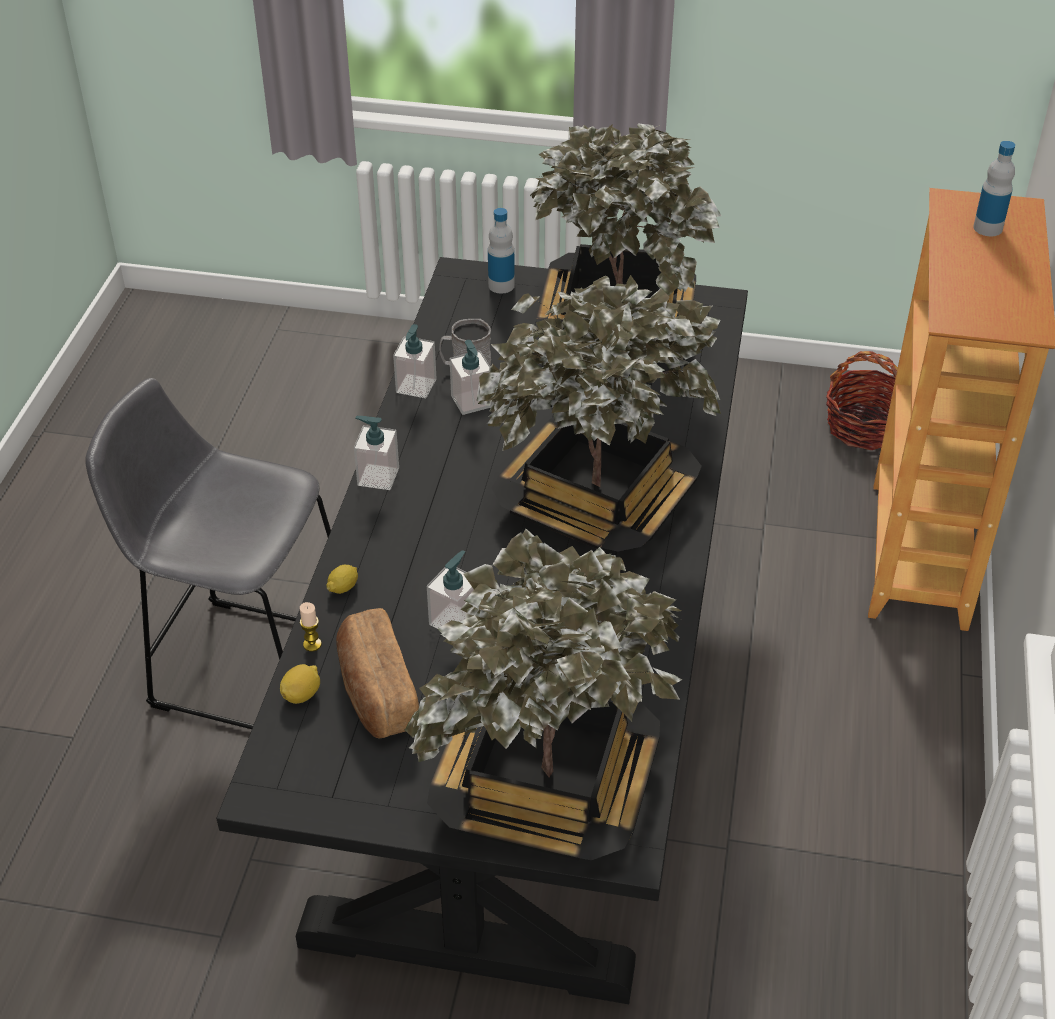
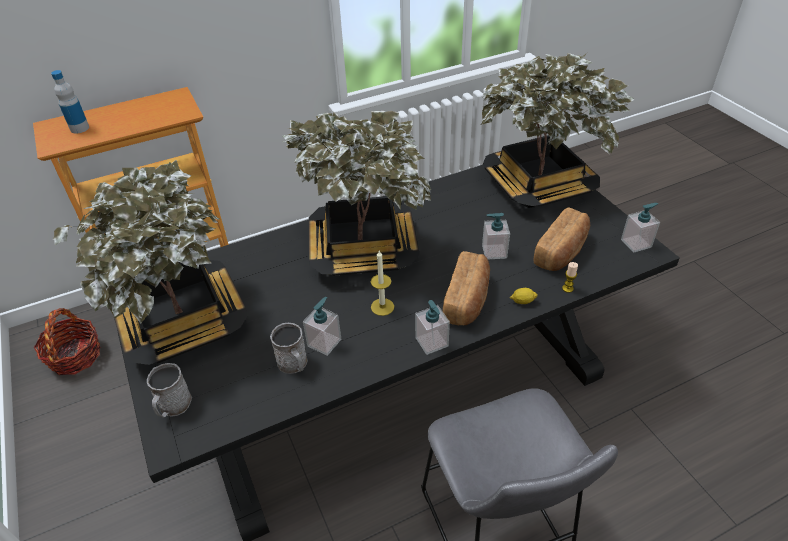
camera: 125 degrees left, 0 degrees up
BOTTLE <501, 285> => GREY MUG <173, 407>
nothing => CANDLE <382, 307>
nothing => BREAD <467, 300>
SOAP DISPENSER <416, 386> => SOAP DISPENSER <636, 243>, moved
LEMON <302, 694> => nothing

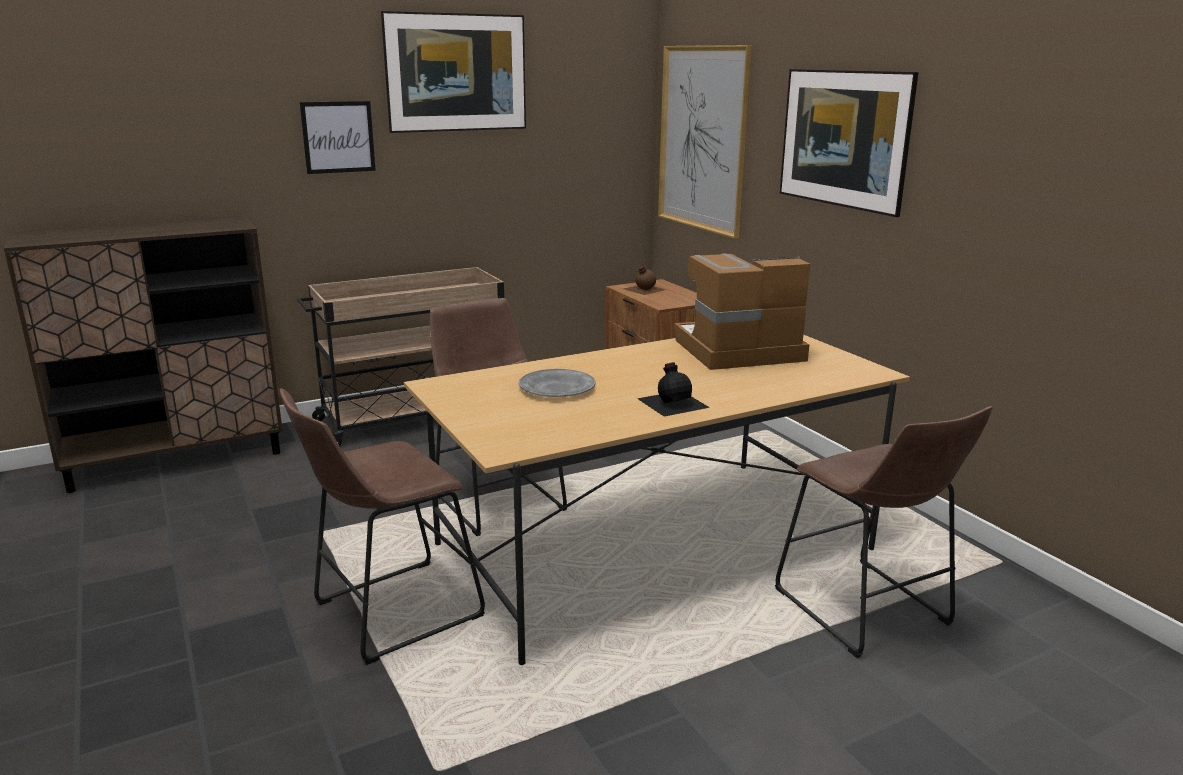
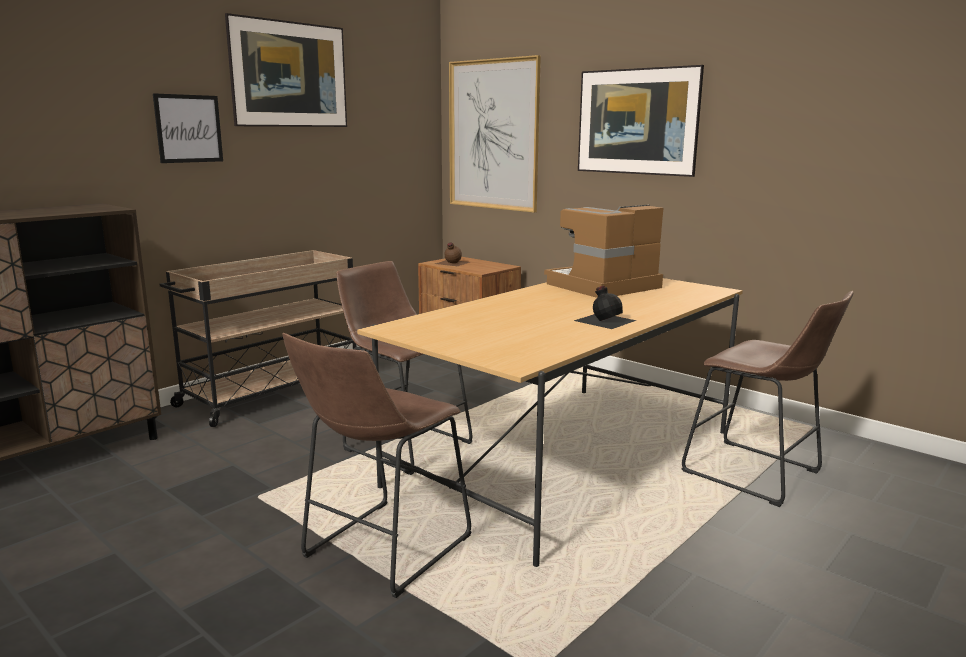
camera: 20 degrees left, 5 degrees down
GREY PLATE <557, 388> => nothing

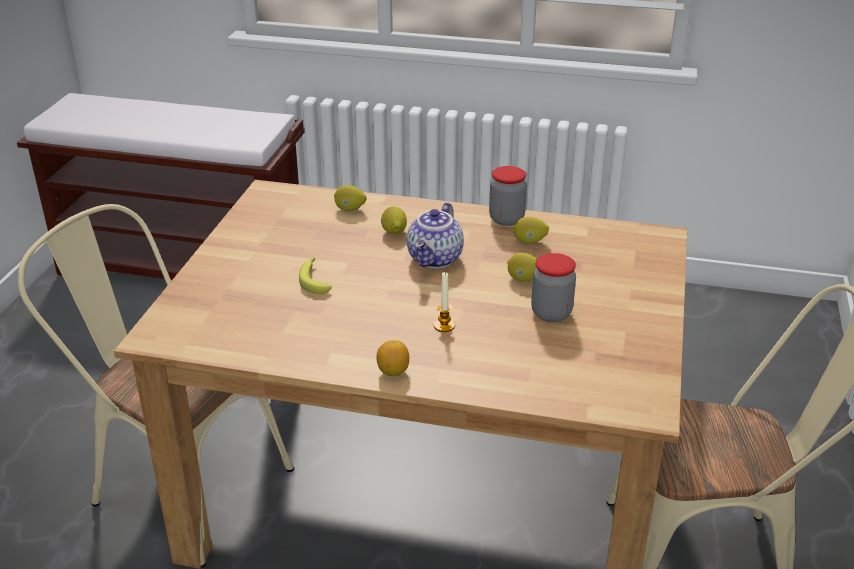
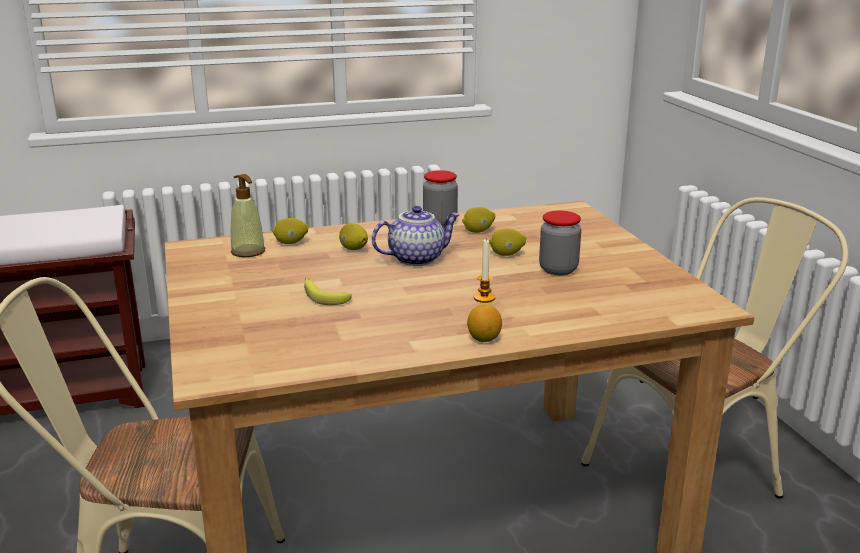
camera: 30 degrees left, 10 degrees down
nothing => SOAP DISPENSER <248, 252>
TEAPOT <436, 259> => TEAPOT <416, 258>, 105 degrees counterclockwise

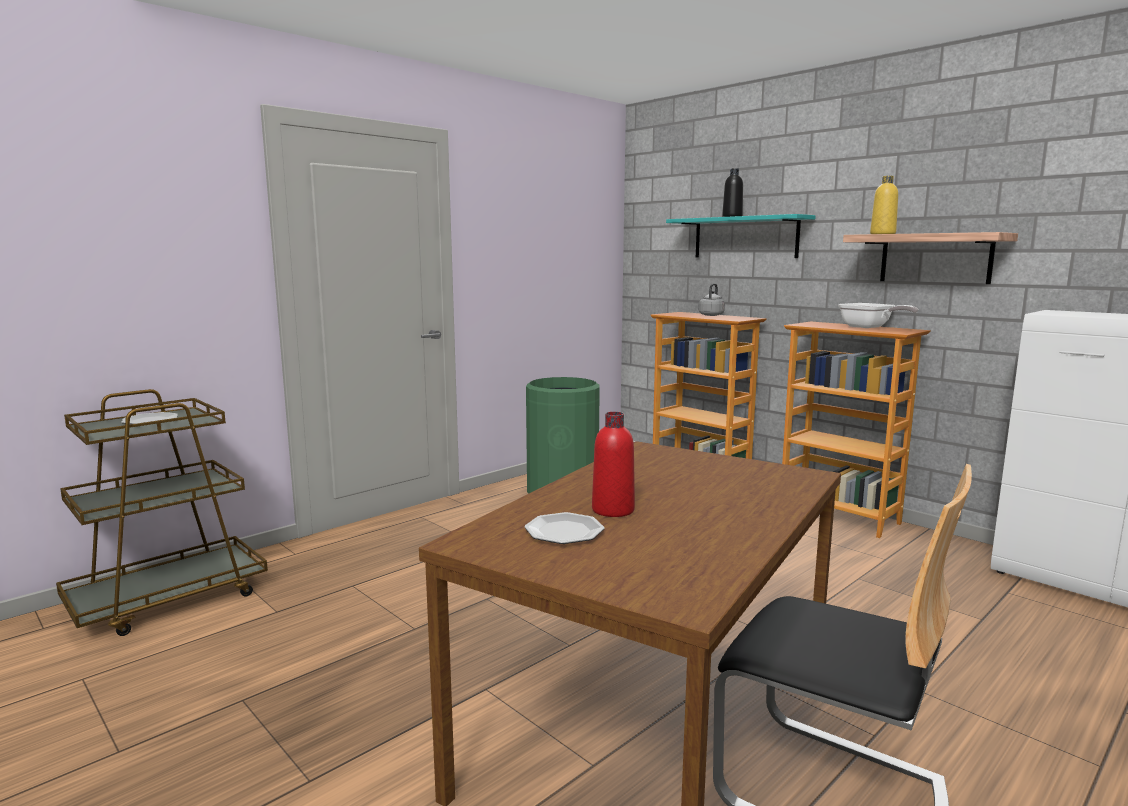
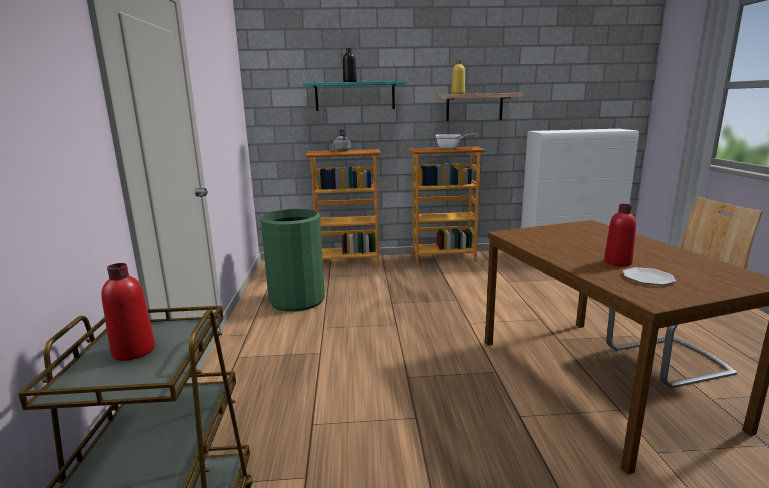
camera: 50 degrees left, 5 degrees up
PLATE <150, 421> => RED BOTTLE <133, 351>

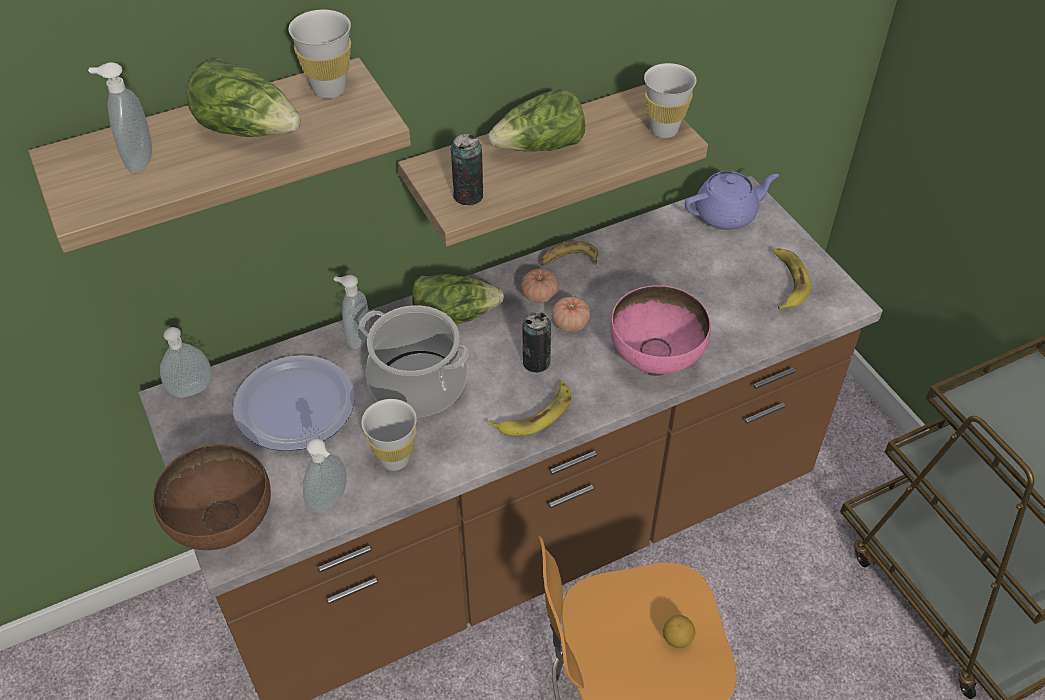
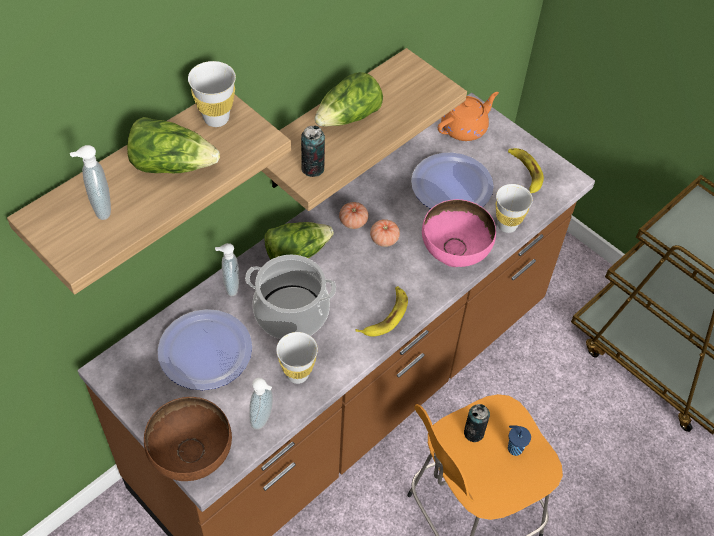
camera: 20 degrees left, 5 degrees up
nothing => PLATE <452, 185>
PURPLE TEAPOT <726, 215> => ORANGE TEAPOT <465, 128>
CAN <536, 362> => CAN <473, 433>, moved
WHITE CUP <664, 130> => WHITE CUP <507, 225>, moved
LEMON <677, 639> => BLUE CUP <514, 448>
SOAP DISPENSER <193, 392> => nothing
BANANA <568, 260> => nothing

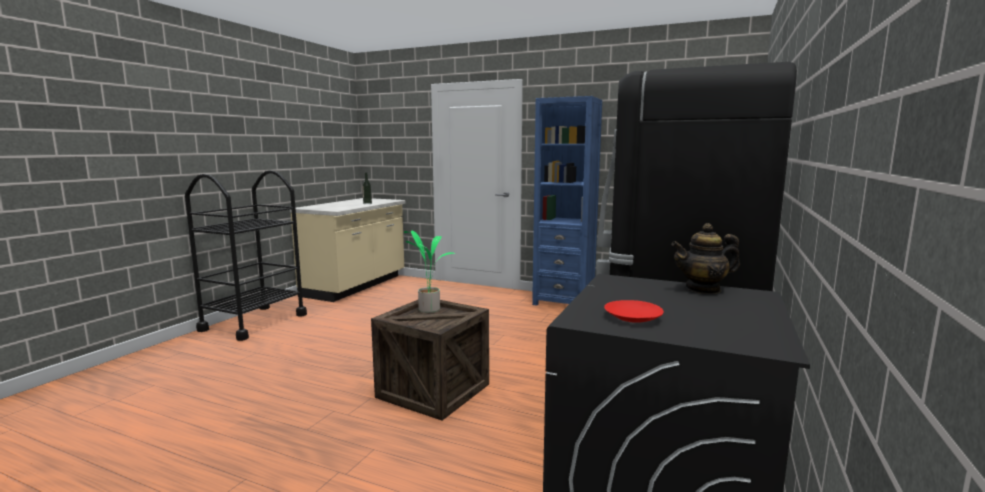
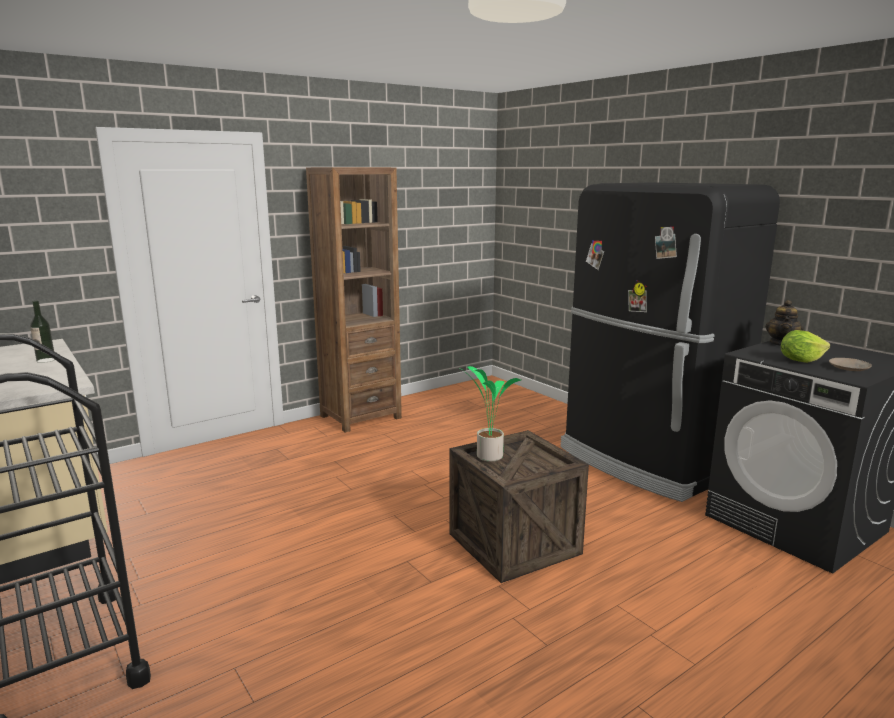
camera: 60 degrees left, 5 degrees up
BLUE BOOKCASE <563, 302> => BROWN BOOKCASE <360, 417>
nothing => LETTUCE <800, 360>
RED PLATE <633, 317> => BEIGE PLATE <849, 368>

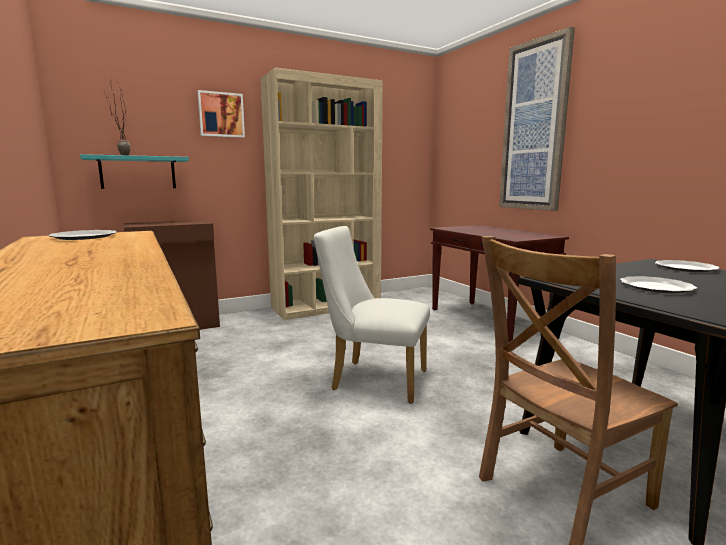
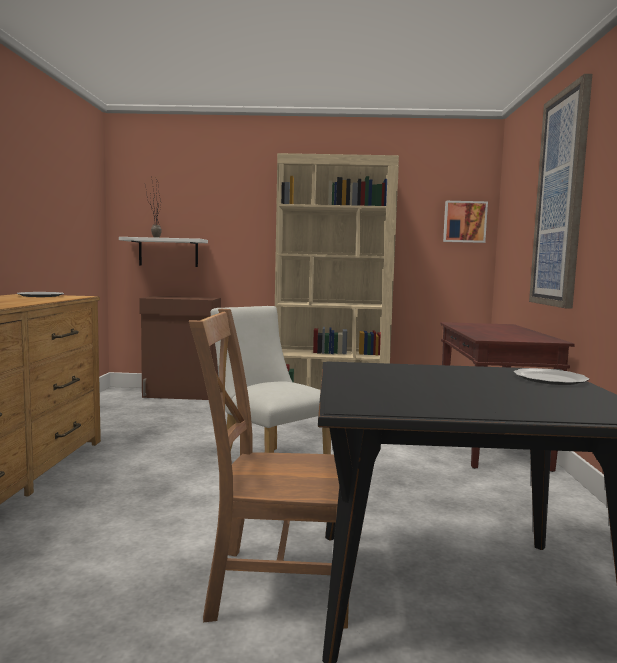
camera: 30 degrees right, 5 degrees down
TURQUOISE SHELF <138, 172> => WHITE SHELF <168, 252>
PICTURE <221, 115> => PICTURE <464, 222>, moved
PLATE <657, 287> => nothing

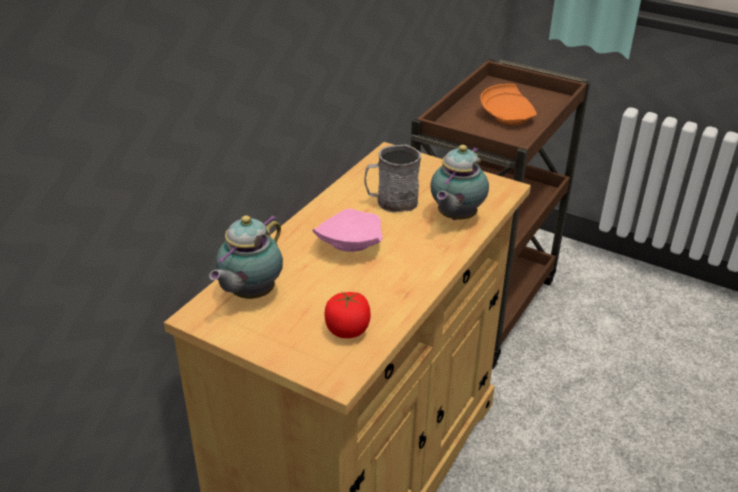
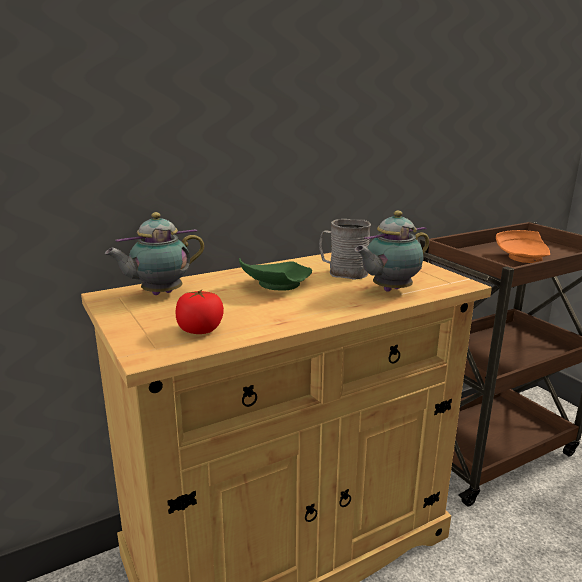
camera: 30 degrees right, 15 degrees down
PINK PLATE <348, 243> => GREEN PLATE <275, 285>

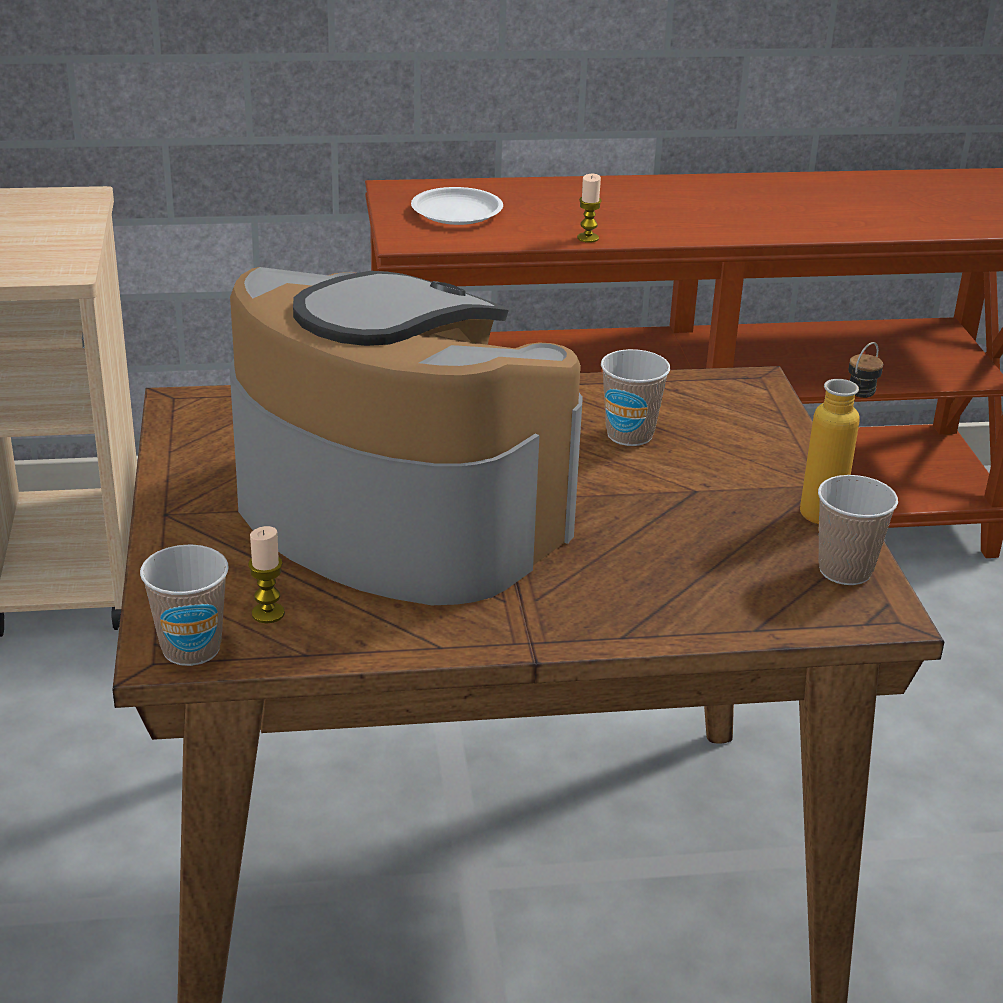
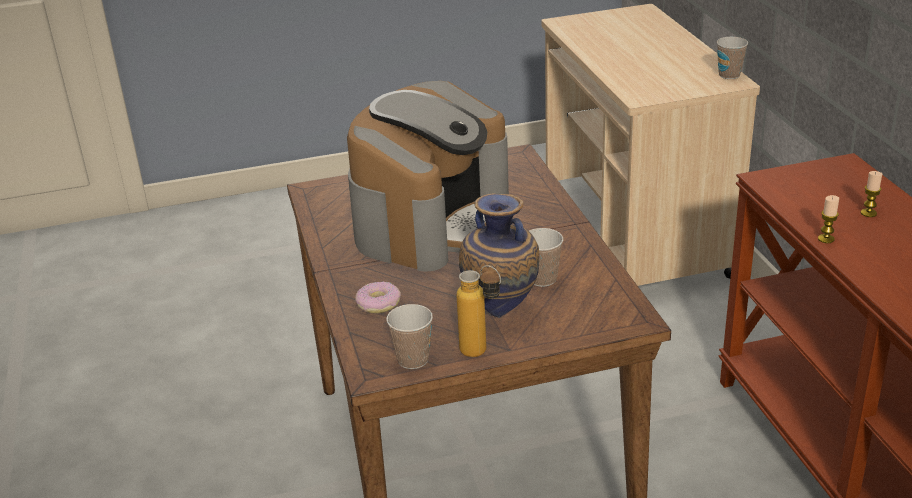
camera: 85 degrees right, 0 degrees up
nothing => DONUT <378, 303>
nothing => VASE <502, 311>
CUP <191, 649> => CUP <729, 75>, moved
CANDLE <268, 613> => CANDLE <868, 213>, moved
WHITE PLATE <457, 212> => nothing

